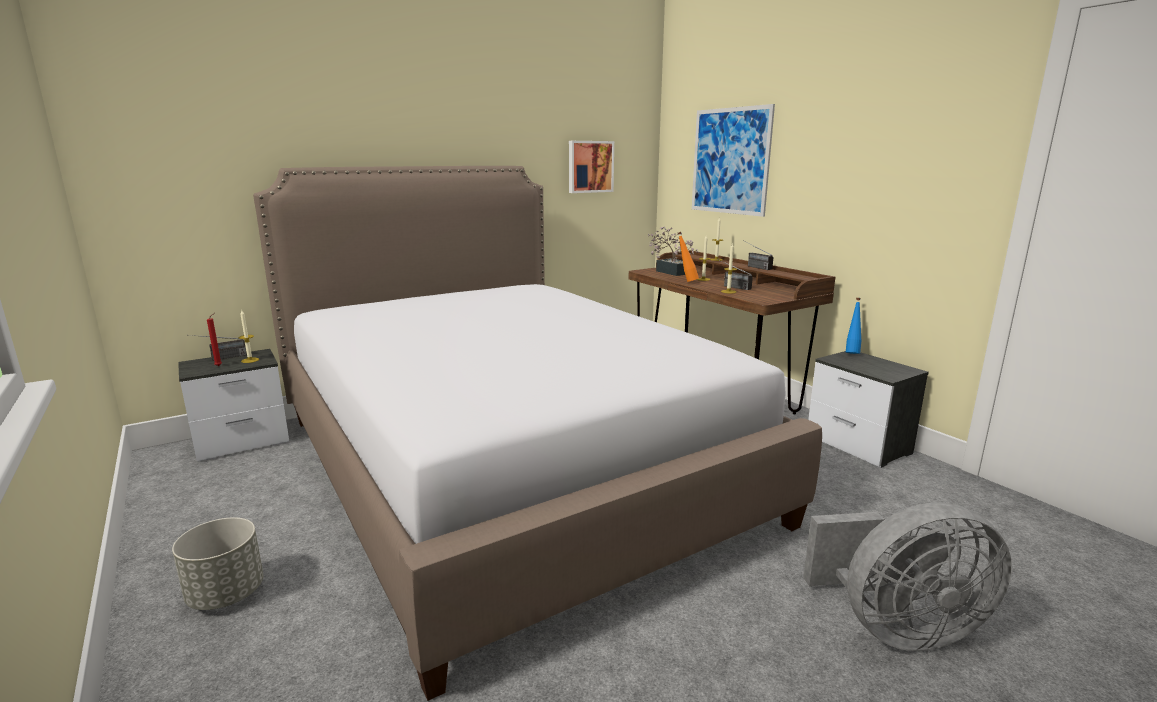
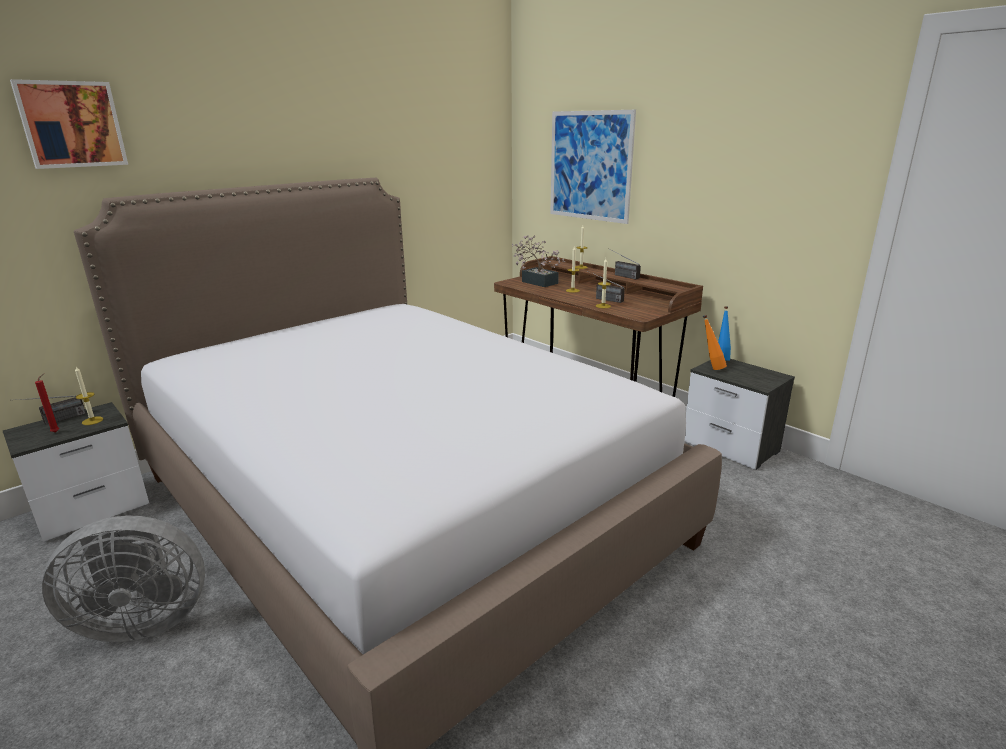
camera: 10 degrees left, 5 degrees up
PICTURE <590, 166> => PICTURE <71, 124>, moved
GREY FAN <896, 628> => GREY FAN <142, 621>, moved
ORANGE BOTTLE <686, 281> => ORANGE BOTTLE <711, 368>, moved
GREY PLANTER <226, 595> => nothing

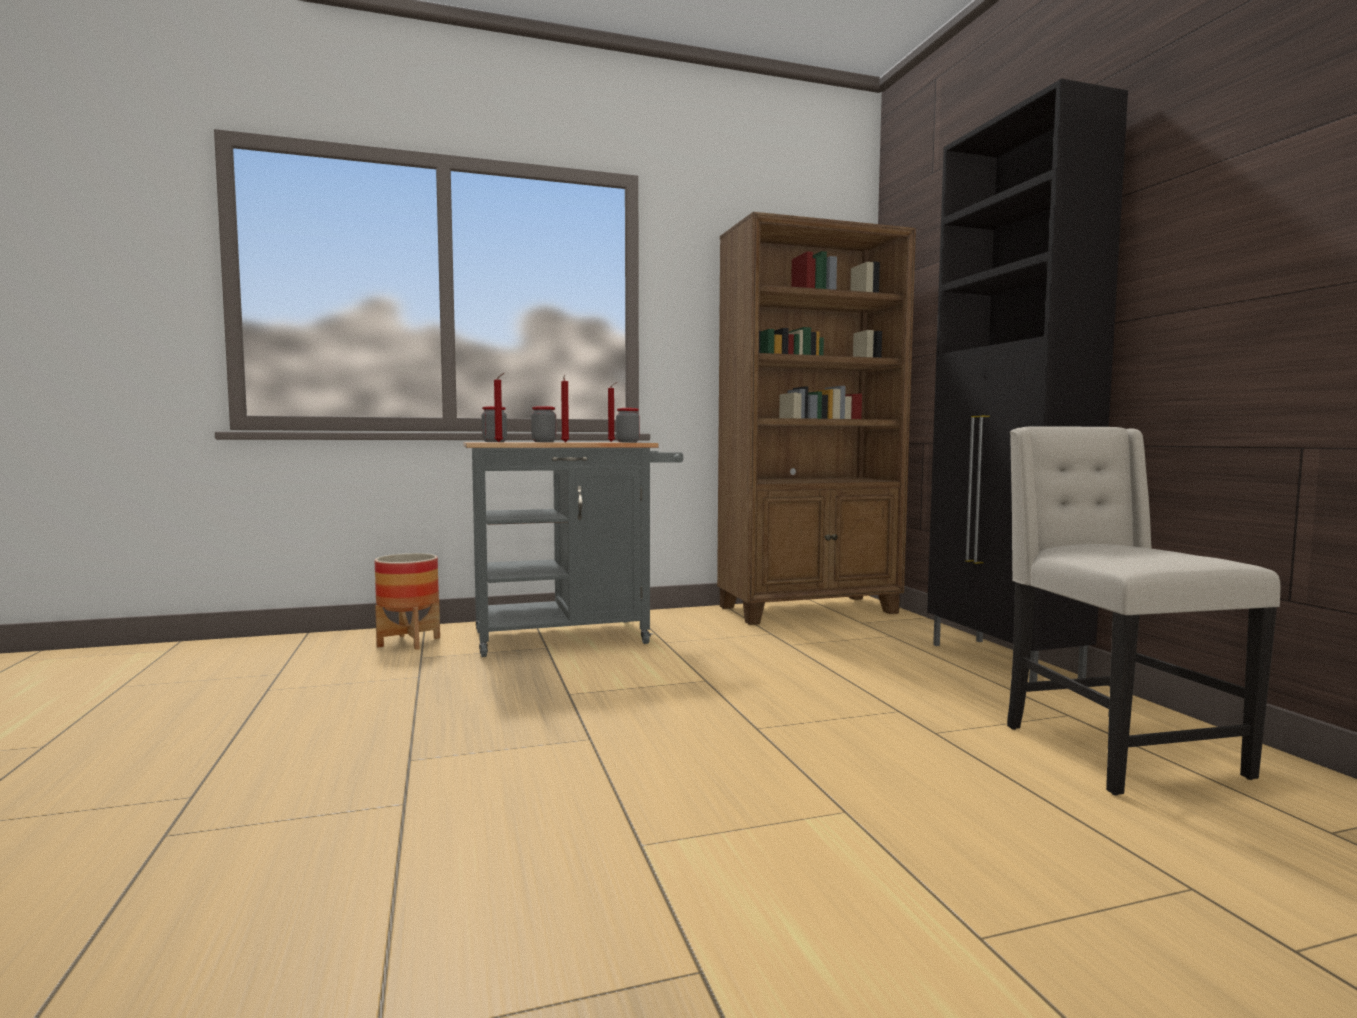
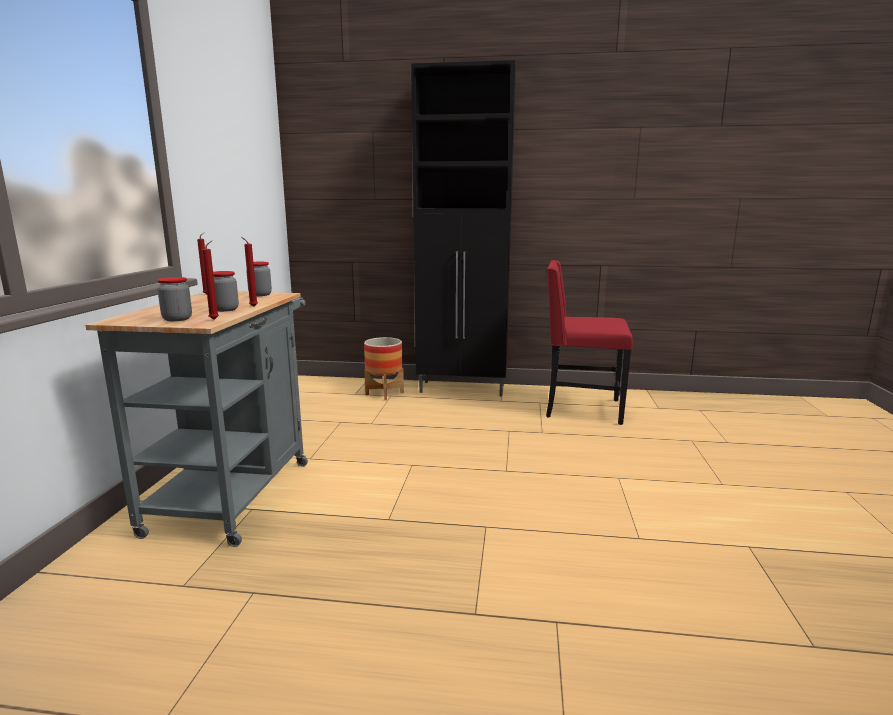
camera: 65 degrees left, 10 degrees up
PLANTER <409, 642> => PLANTER <384, 393>, moved
BEIGE CHAIR <1114, 750> => RED CHAIR <581, 409>
BROWN BOOKCASE <809, 610> => nothing

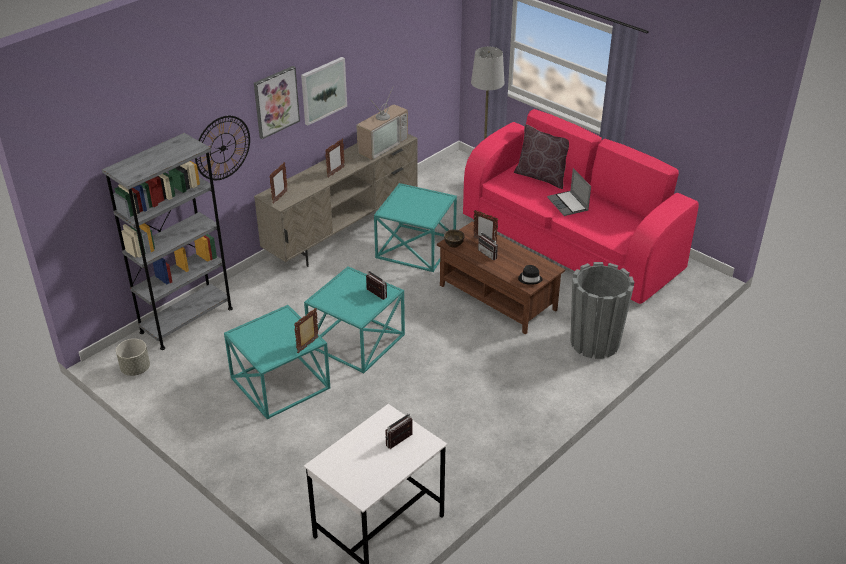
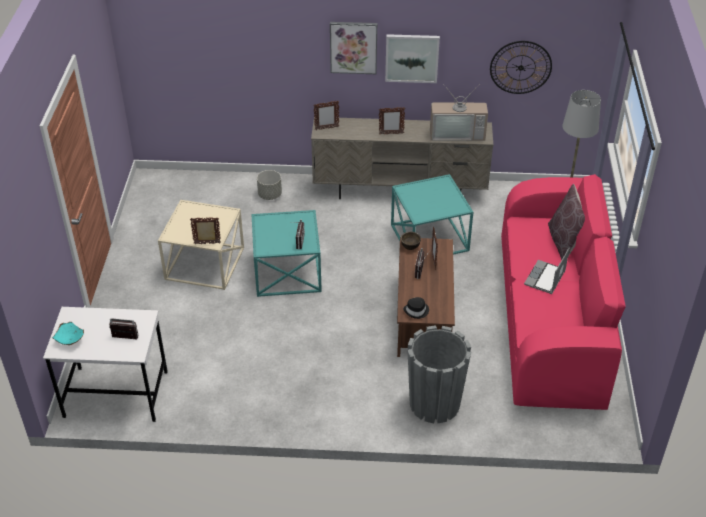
camera: 50 degrees right, 5 degrees up
nothing => TURQUOISE BOWL <71, 340>
TURQUOISE SIDE TABLE <280, 383> => BEIGE SIDE TABLE <204, 263>
GREY PLANTER <135, 369> => GREY PLANTER <269, 195>, moved
WALL CLOCK <222, 148> => WALL CLOCK <520, 67>, moved
GREY BOOKCASE <186, 320> => nothing

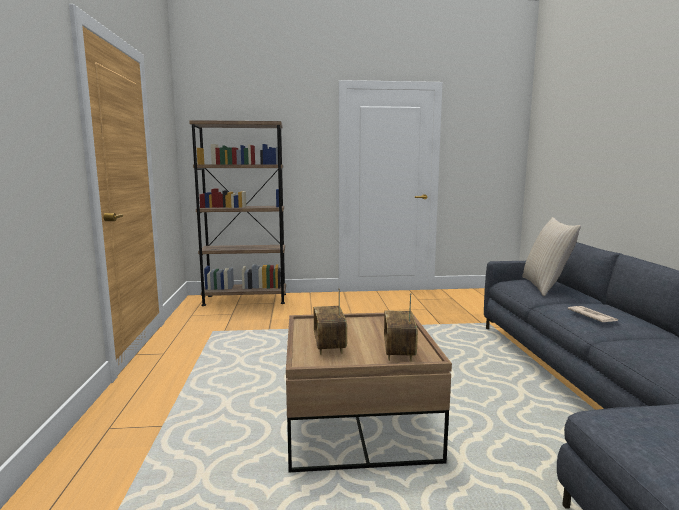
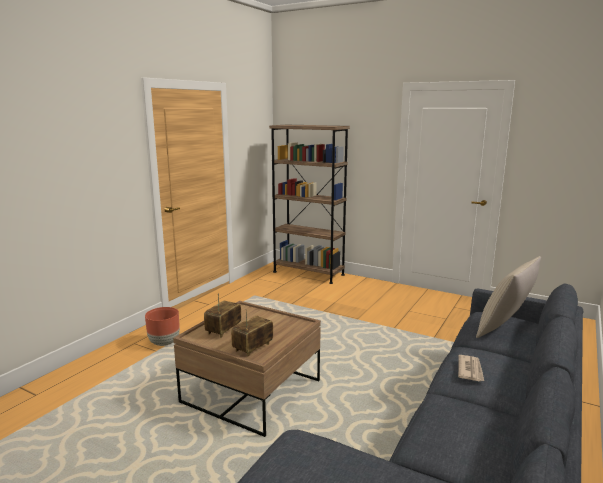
camera: 35 degrees right, 5 degrees up
nothing => BROWN PLANTER <164, 343>

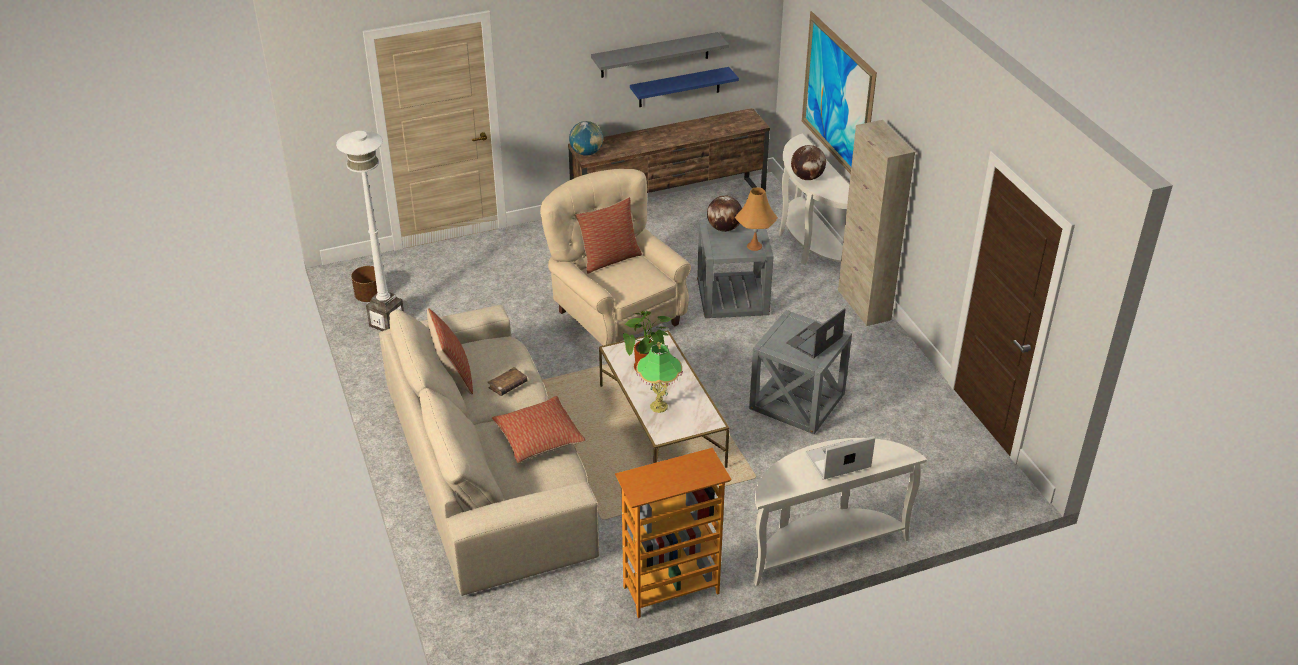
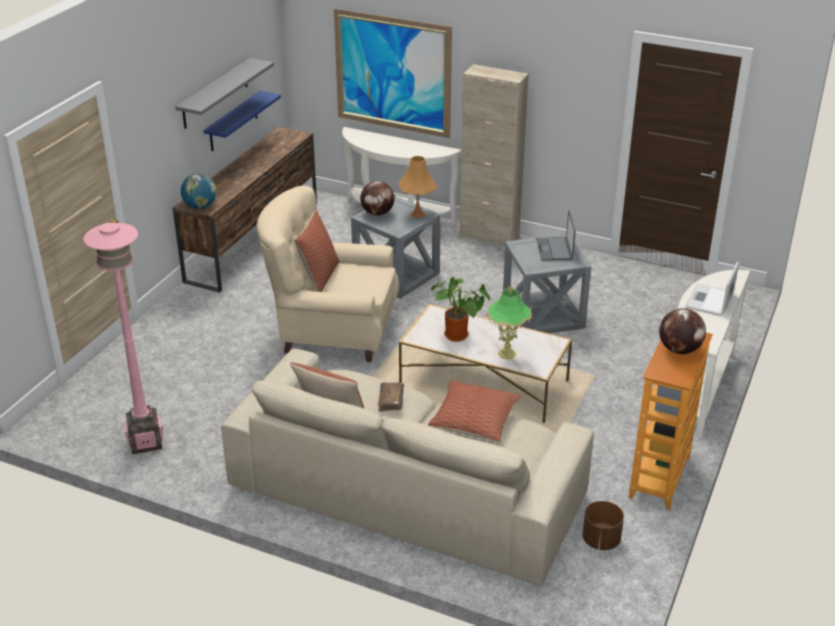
camera: 45 degrees left, 5 degrees down
WHITE FLOOR LAMP <387, 322> => PINK FLOOR LAMP <145, 442>
BROWN PLANTER <369, 296> => BROWN PLANTER <600, 540>, moved
GLOBE <807, 177> => GLOBE <679, 350>, moved

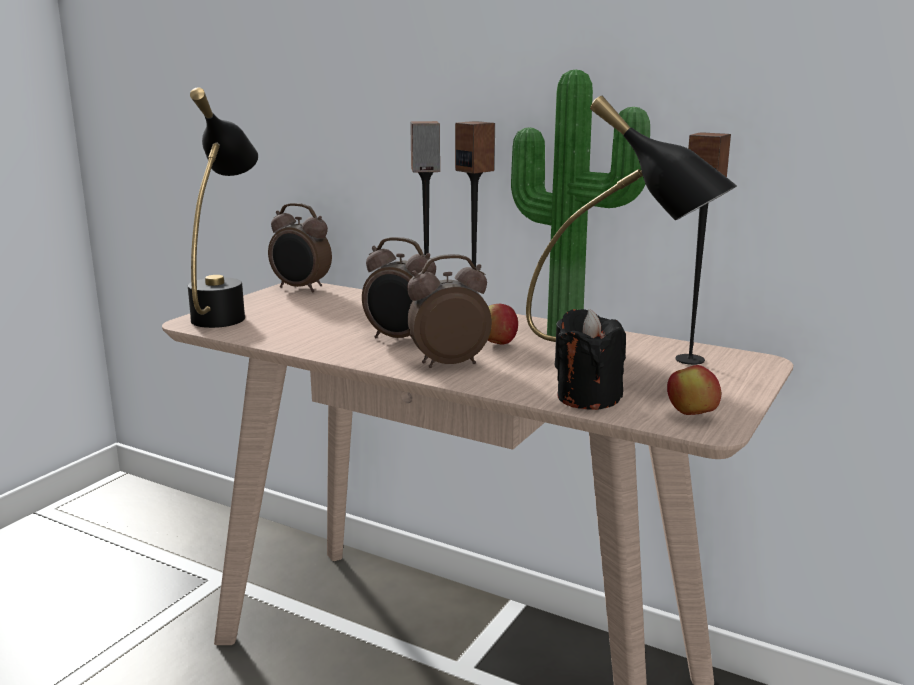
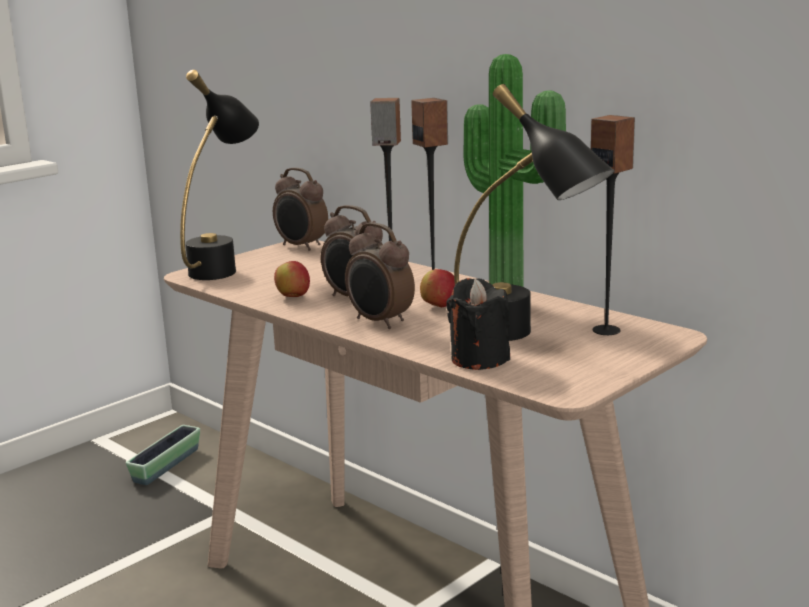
camera: 15 degrees right, 0 degrees up
nothing => PLANTER <166, 465>
APPLE <691, 414> => APPLE <293, 297>, moved
ALARM CLOCK <448, 364> => ALARM CLOCK <380, 322>, 135 degrees counterclockwise

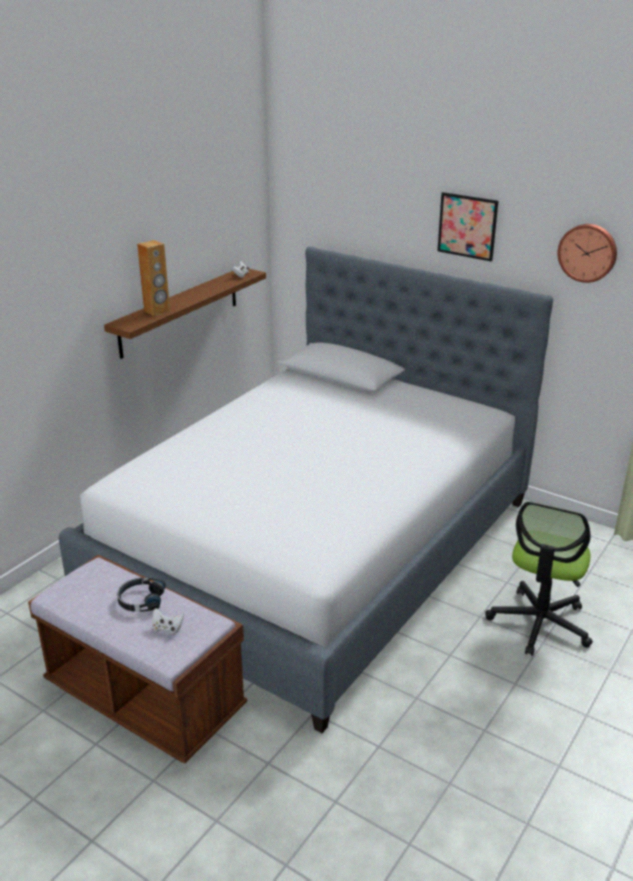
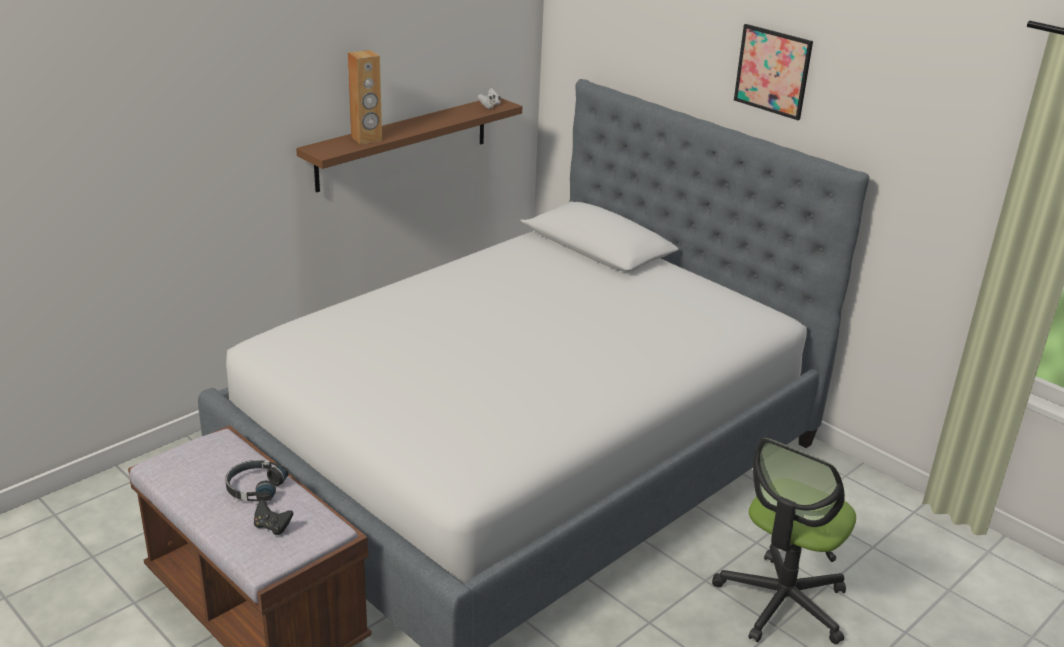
camera: 10 degrees right, 0 degrees up
WHITE GAME CONTROLLER <167, 629> => BLACK GAME CONTROLLER <272, 527>
WALL CLOCK <588, 252> => nothing

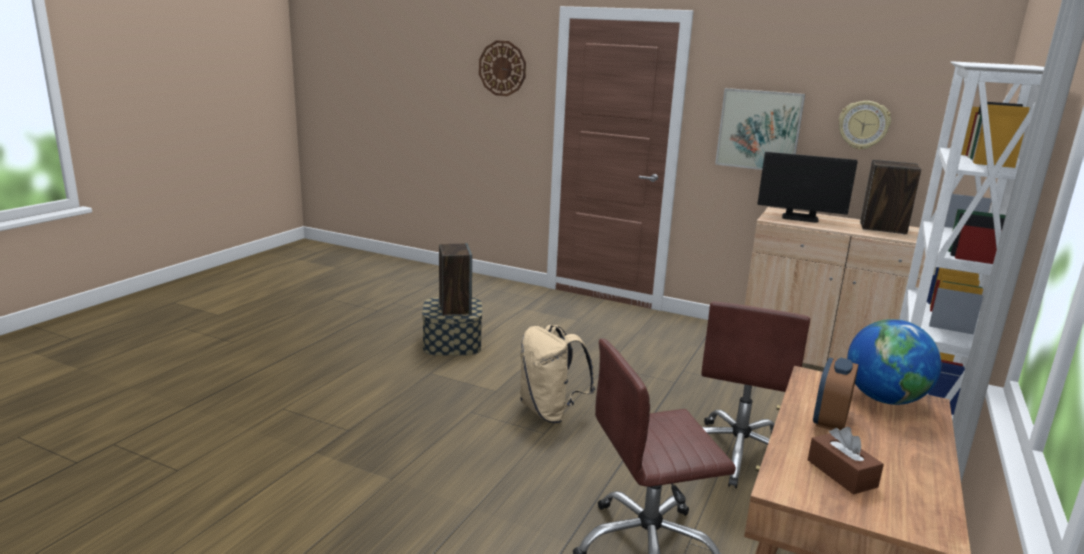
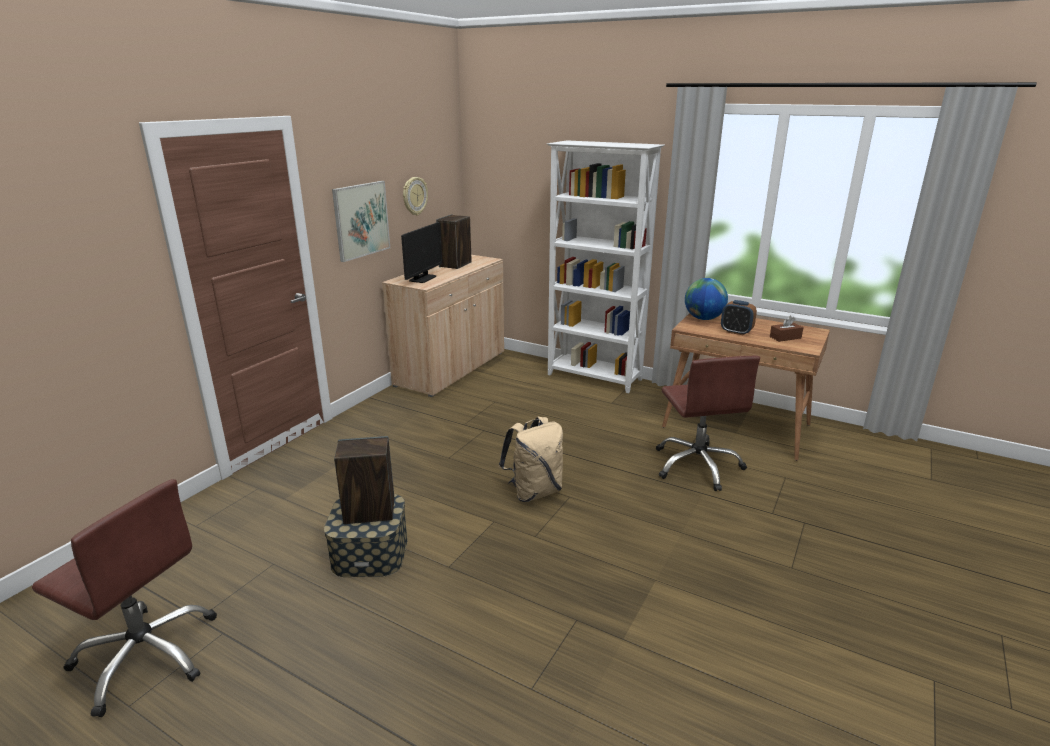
camera: 85 degrees left, 5 degrees up
BROWN OFFICE CHAIR <738, 454> => BROWN OFFICE CHAIR <147, 655>, moved
WALL CLOCK <502, 68> => nothing

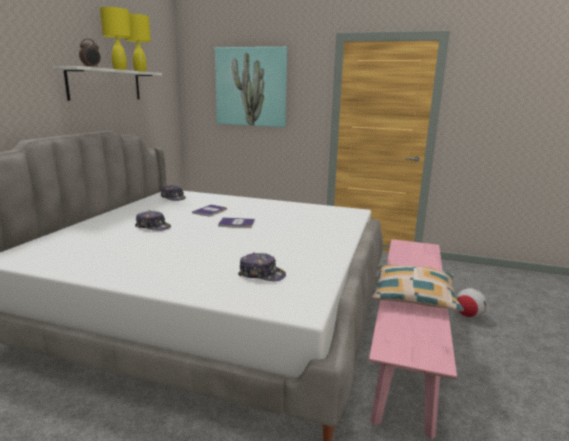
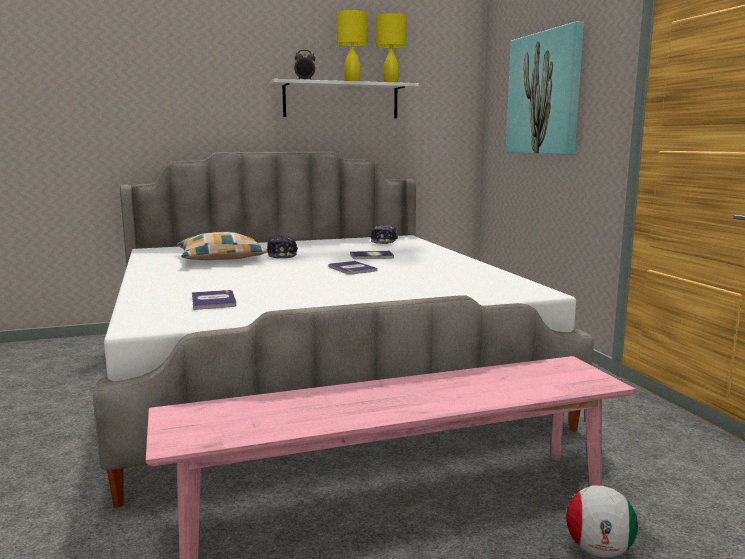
camera: 55 degrees right, 5 degrees down
PILLOW <414, 295> => PILLOW <221, 259>, moved
CAP <262, 274> => BOOK <213, 301>

